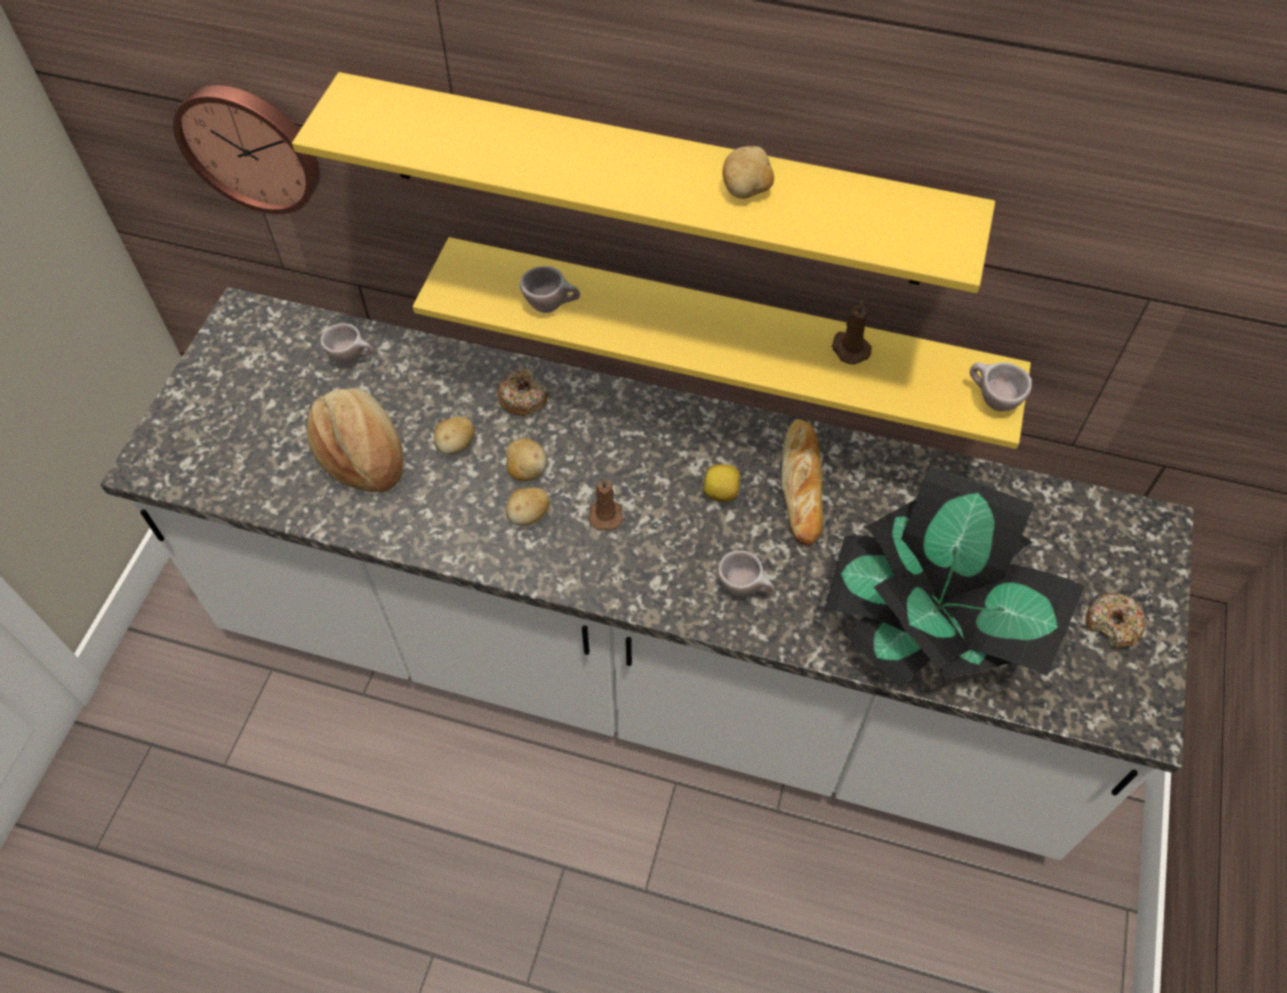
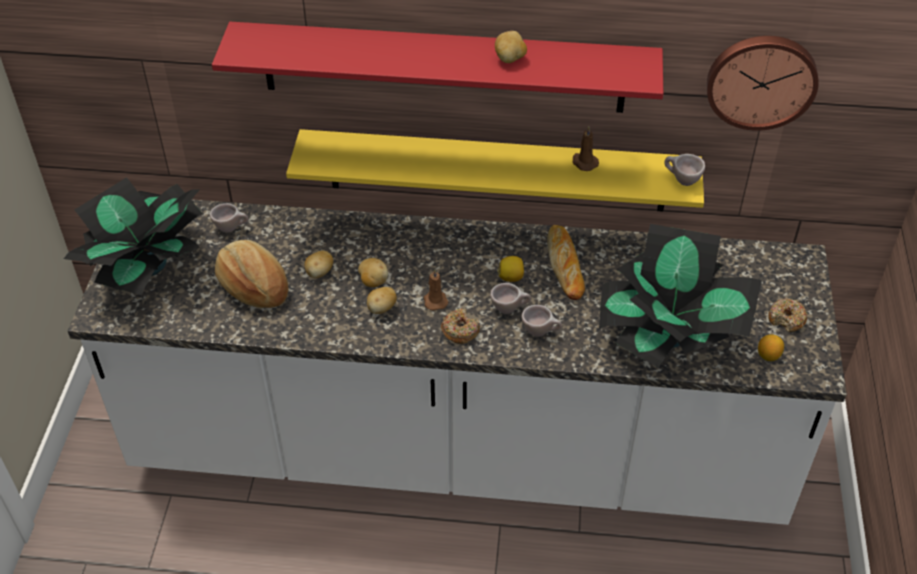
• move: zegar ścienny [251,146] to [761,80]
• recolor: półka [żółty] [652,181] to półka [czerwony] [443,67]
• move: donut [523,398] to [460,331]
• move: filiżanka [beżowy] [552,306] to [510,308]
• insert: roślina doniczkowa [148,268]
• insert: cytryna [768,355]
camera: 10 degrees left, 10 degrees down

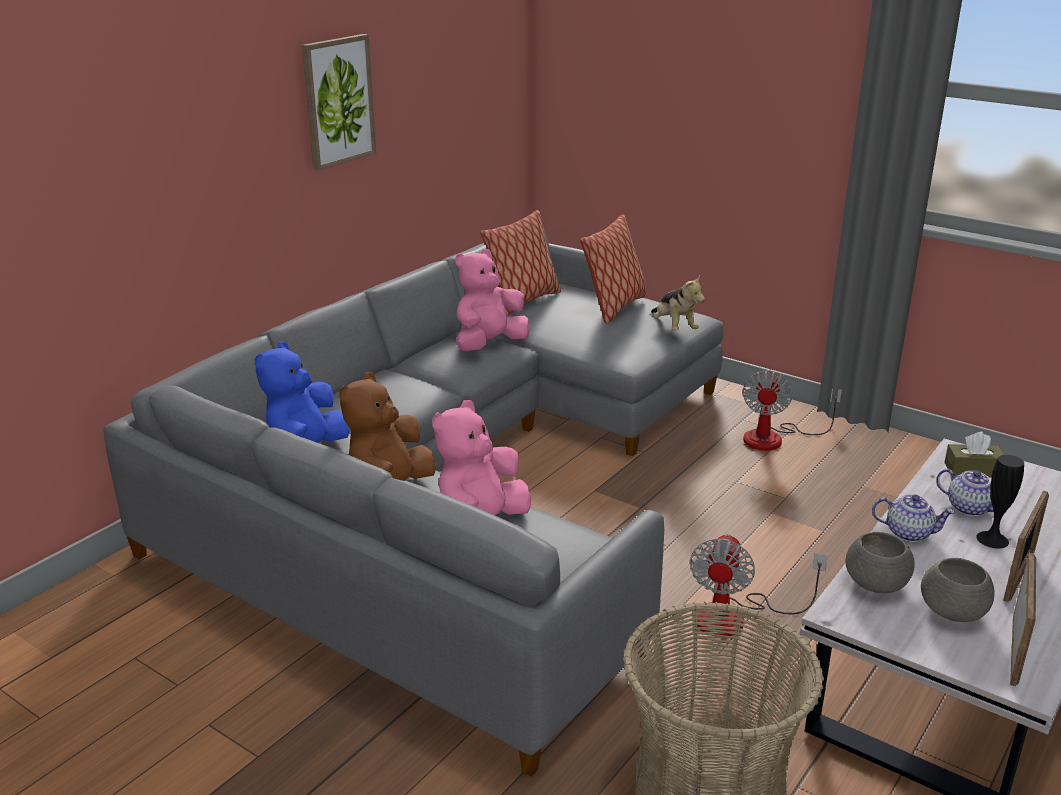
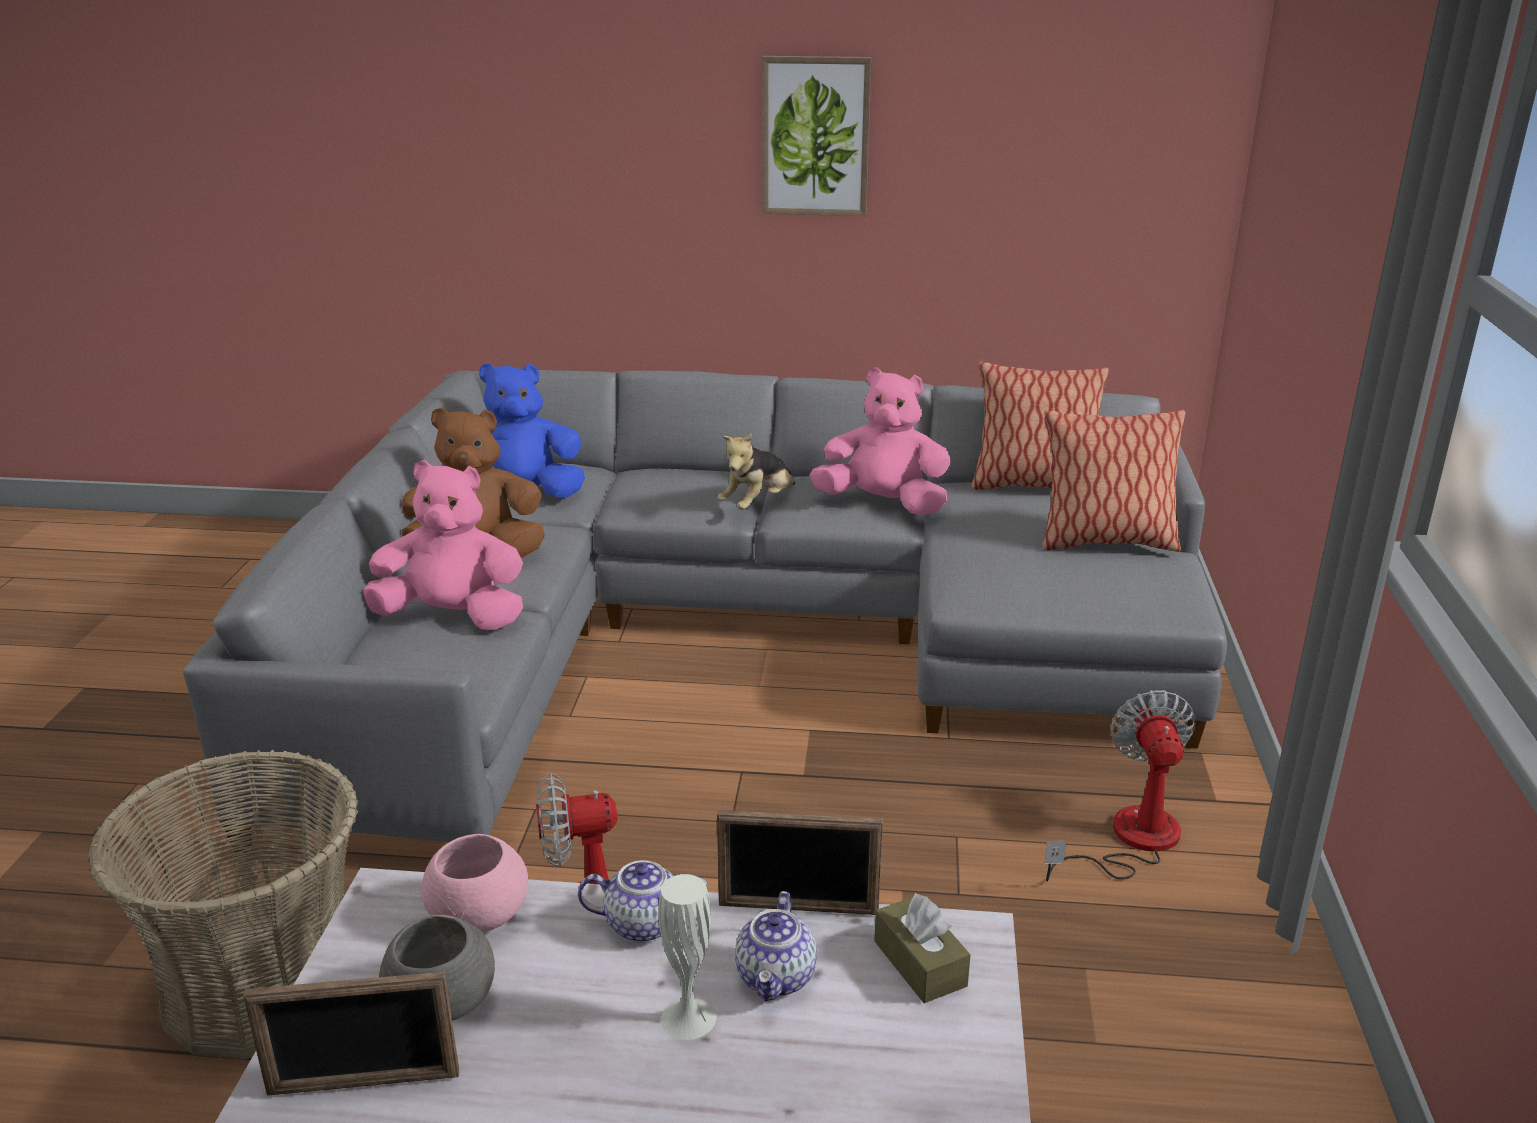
• move: pluszak [674,327] to [758,504]
• rotate: wentylator [775,438] = [1129,840] 105 degrees clockwise
• recolor: miska [szary] [876,584] to miska [różowy] [476,915]
• rotate: imbryk [909,533] = [645,923] 75 degrees counterclockwise
• recolor: wazon [czarny] [992,539] to wazon [biały] [688,1018]
• move: ramka na zdjęcie [1019,575] to [798,909]
camera: 60 degrees right, 0 degrees up

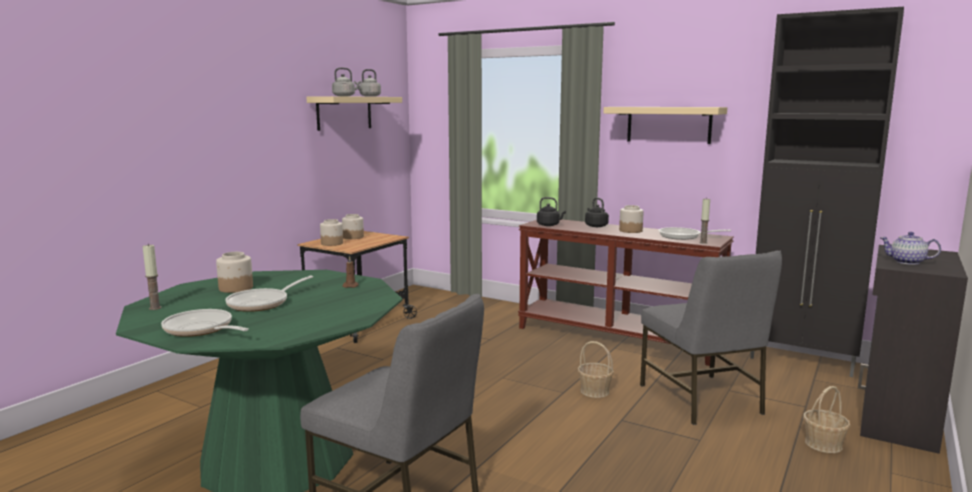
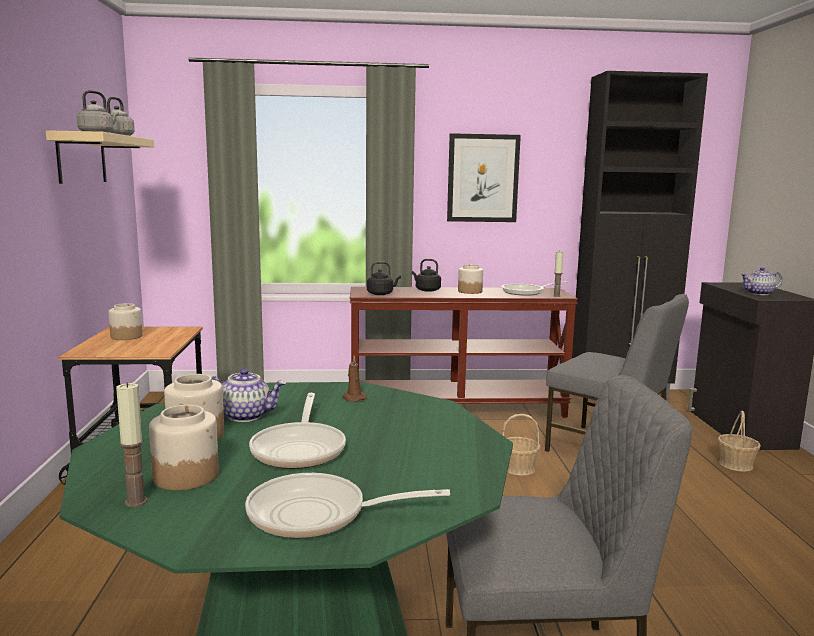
• move: słoik [332,243] to [186,476]
• replace: półka [beżowy] [668,124] to obraz [482,178]
• insert: imbryk [246,415]
camera: 35 degrees left, 0 degrees up

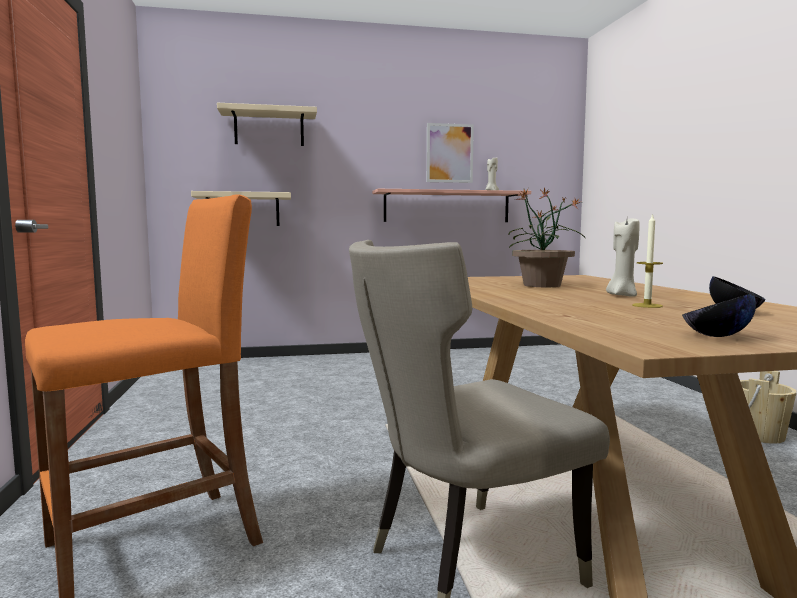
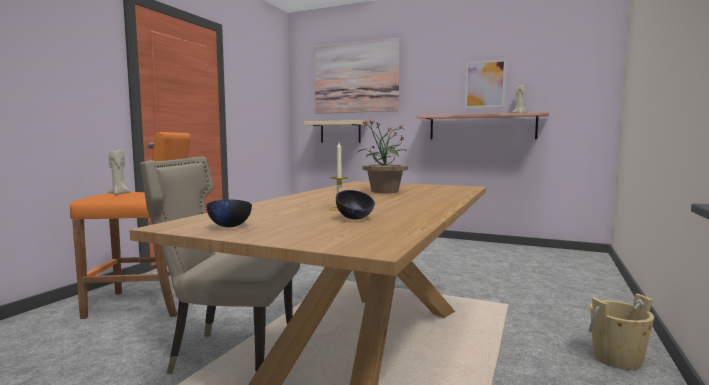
• replace: półka [beżowy] [269,128] to obraz [356,78]
• move: świeca [beżowy] [622,295] to [119,194]
camera: 35 degrees right, 0 degrees up

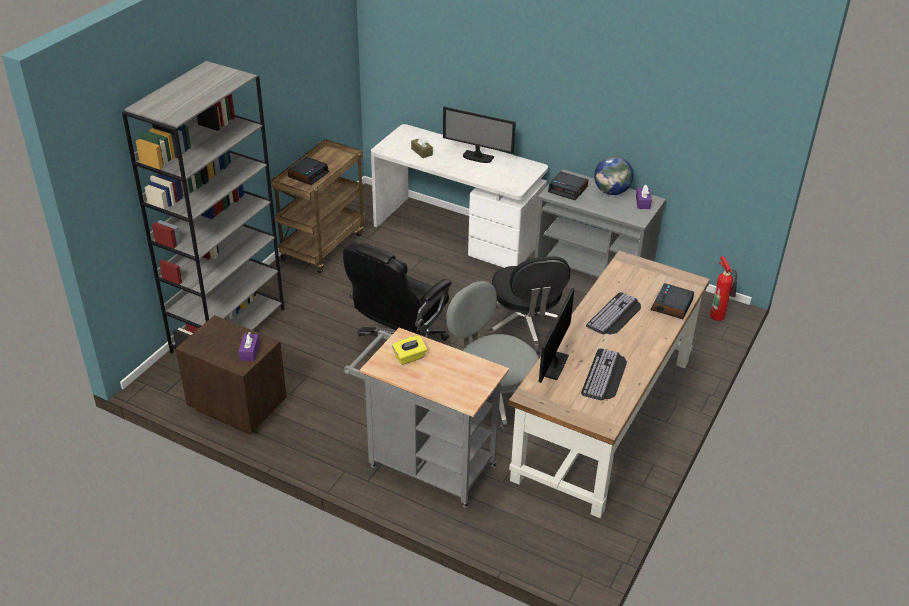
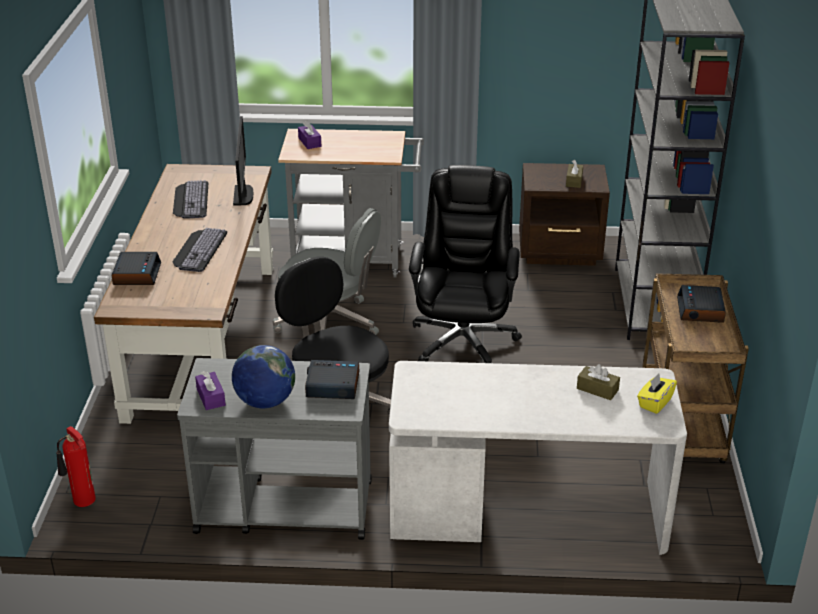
• move: pudełko chusteczek [fioletowy] [249,351] to [309,142]
• move: pudełko chusteczek [żółty] [409,357] to [654,403]
• delete: monitor [477,157]
• insert: pudełko chusteczek [brązowy] [574,181]
camera: 155 degrees right, 5 degrees down

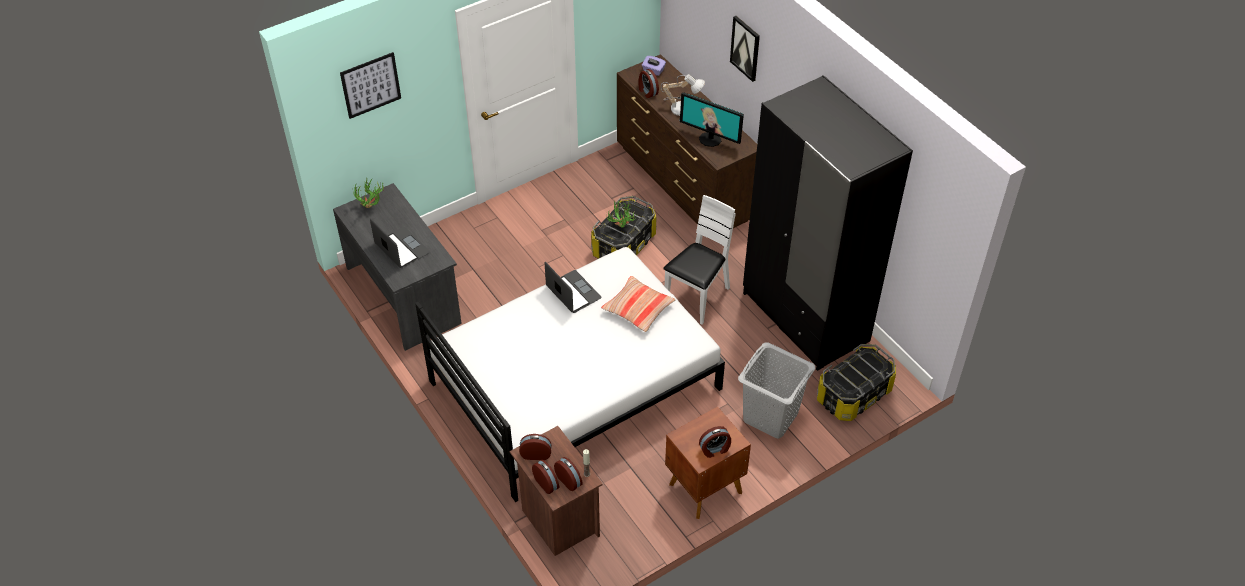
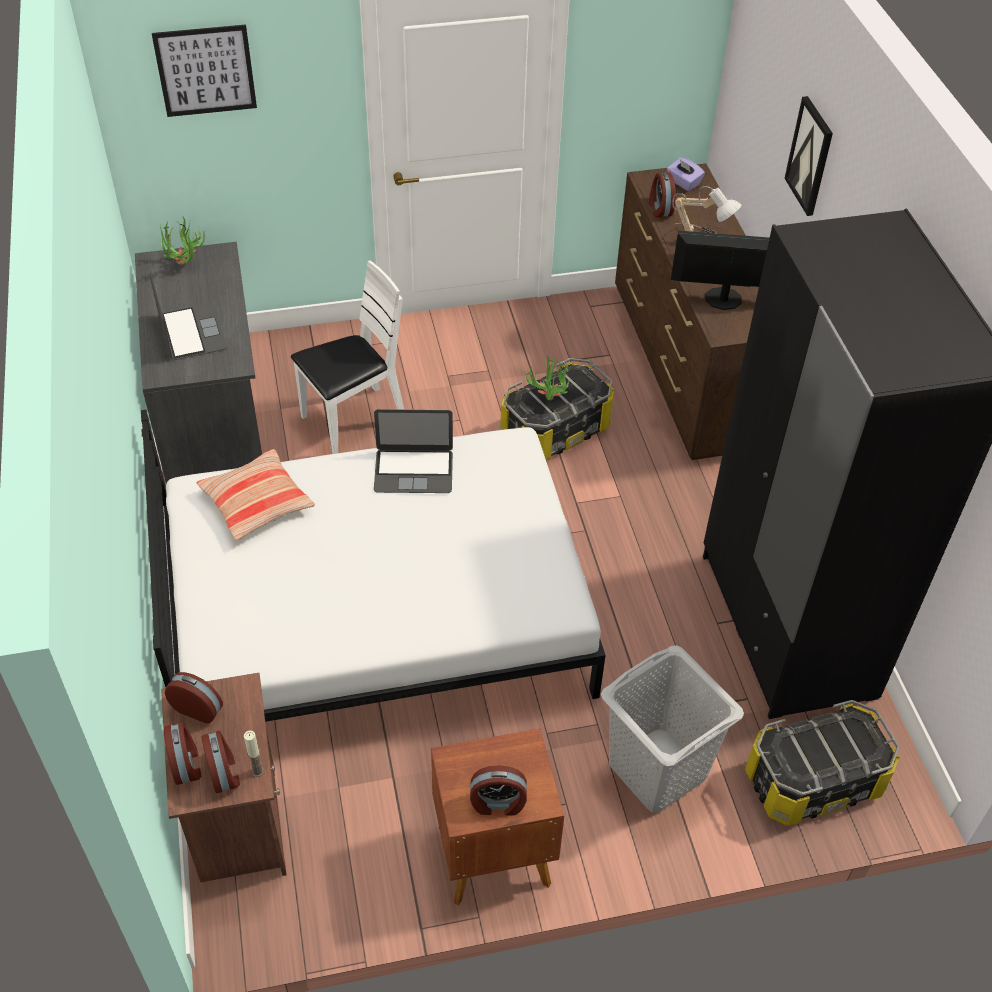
• rotate: laptop [573,292] = [413,471] 105 degrees clockwise
• move: poduszka [638,309] to [257,502]
• move: krzesło [biały] [697,297] to [353,421]
• rotate: monitor [710,139] = [723,299] 135 degrees clockwise
camera: 20 degrees right, 0 degrees up

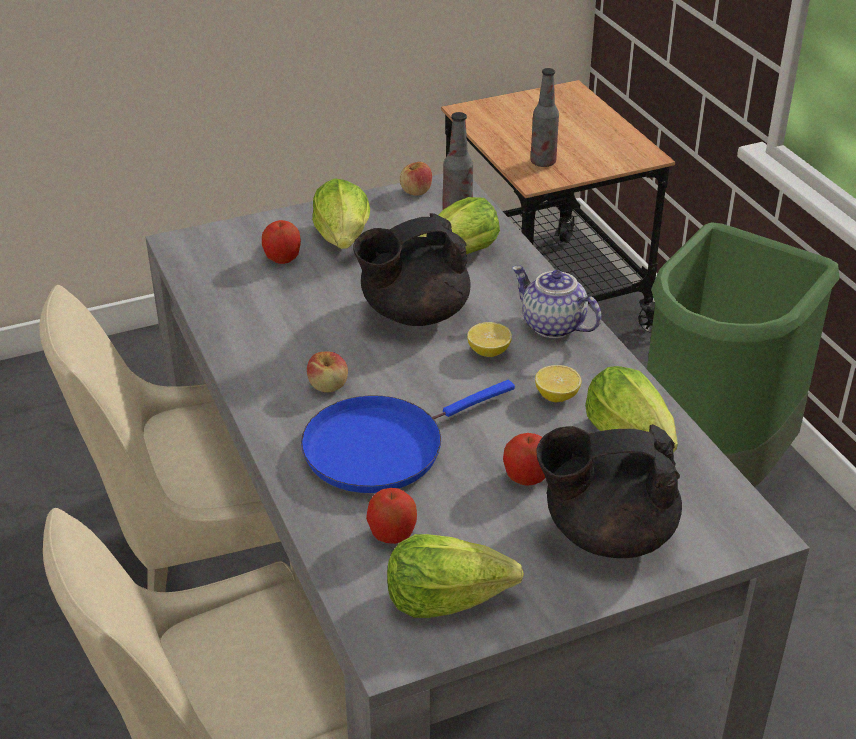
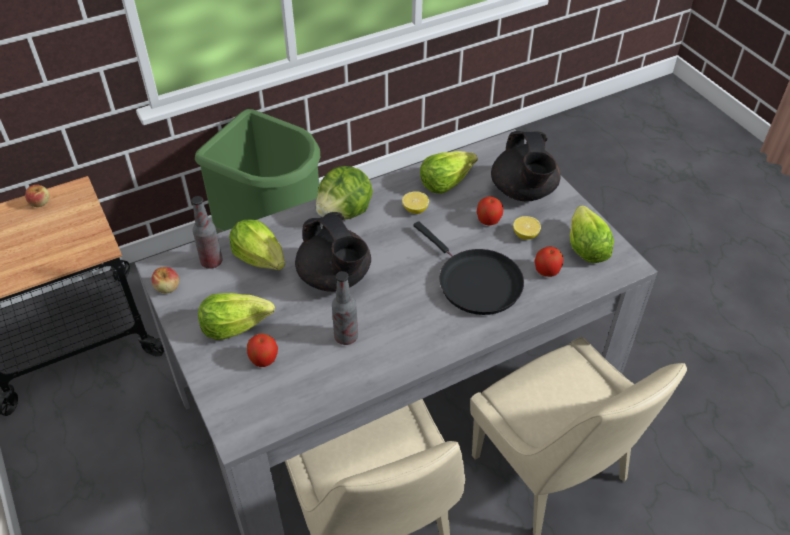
• recolor: patelnia [niebieski] [381,447] to patelnia [czarny] [475,282]
• move: jabłko [328,386] to [40,202]
• move: cytryna [489,352] to [525,235]
• replace: imbryk [551,326] to sałata [345,212]
• move: butelka [543,162] to [346,337]
camera: 95 degrees left, 10 degrees up

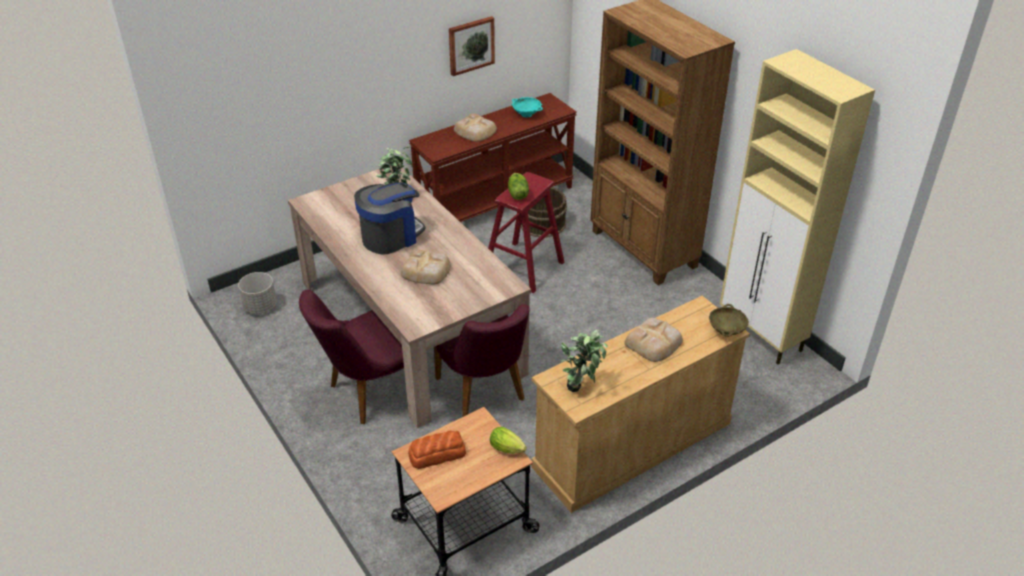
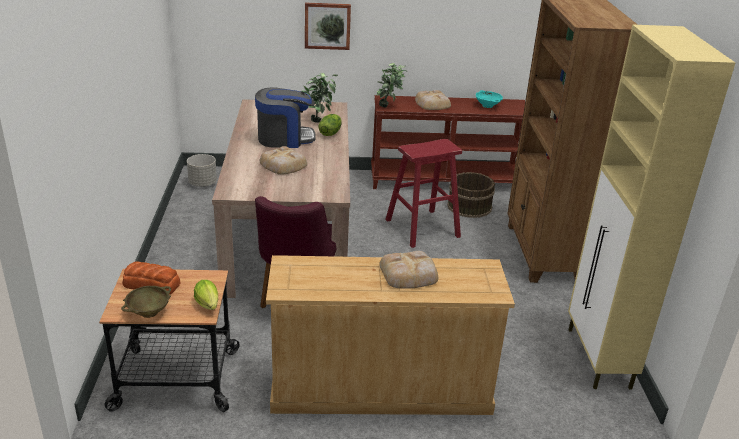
• delete: krzesło [fioletowy] [367,394]
• move: obraz [471,45] to [327,25]
• move: sałata [517,194] to [330,133]
• move: roślina doniczkowa [581,386] to [389,107]
• move: miska [beżowy] [726,331] to [148,312]
camera: 30 degrees right, 10 degrees down

